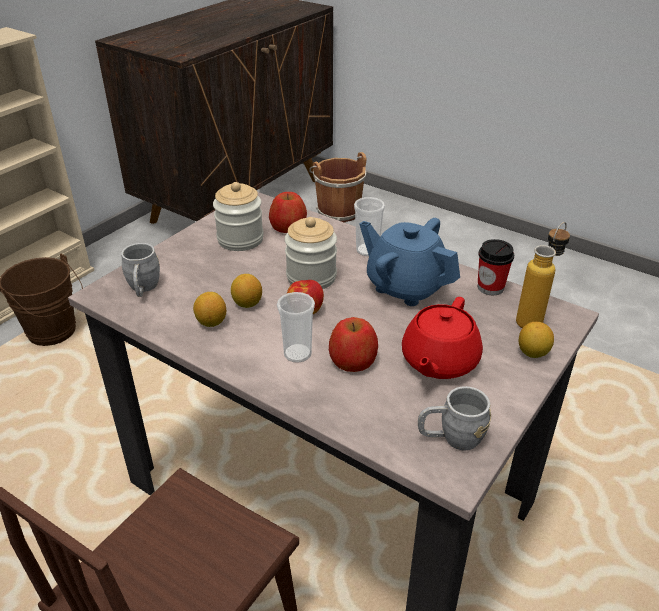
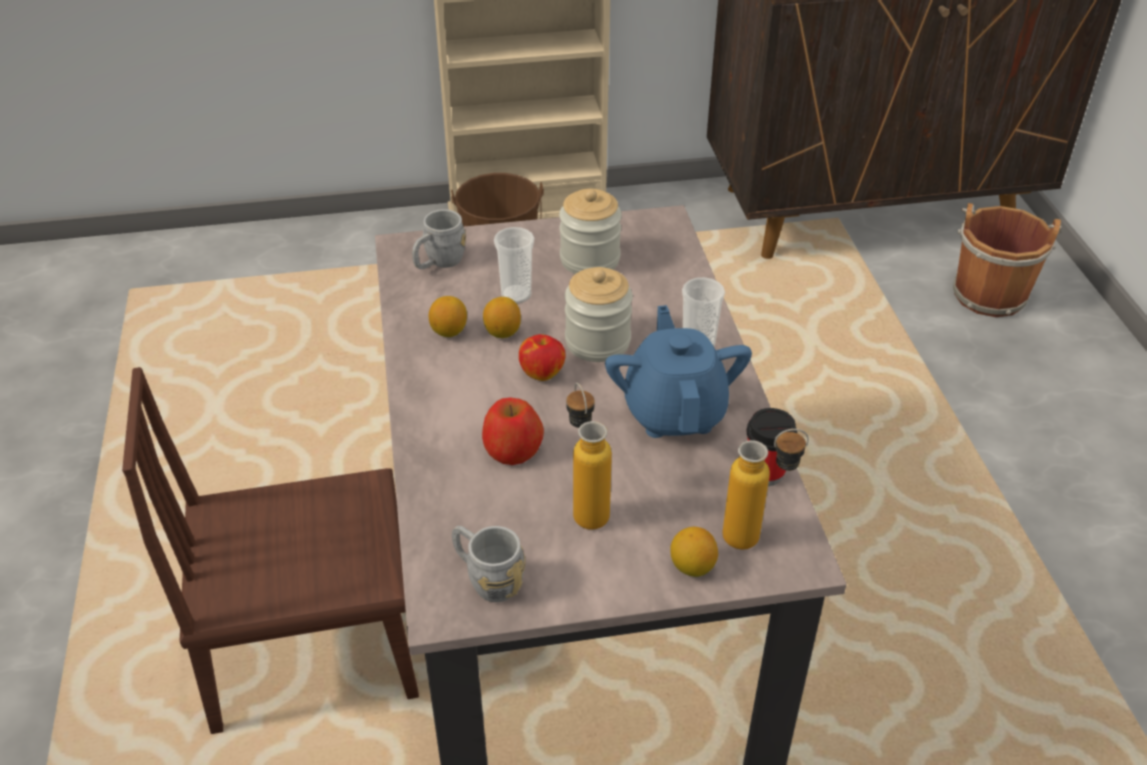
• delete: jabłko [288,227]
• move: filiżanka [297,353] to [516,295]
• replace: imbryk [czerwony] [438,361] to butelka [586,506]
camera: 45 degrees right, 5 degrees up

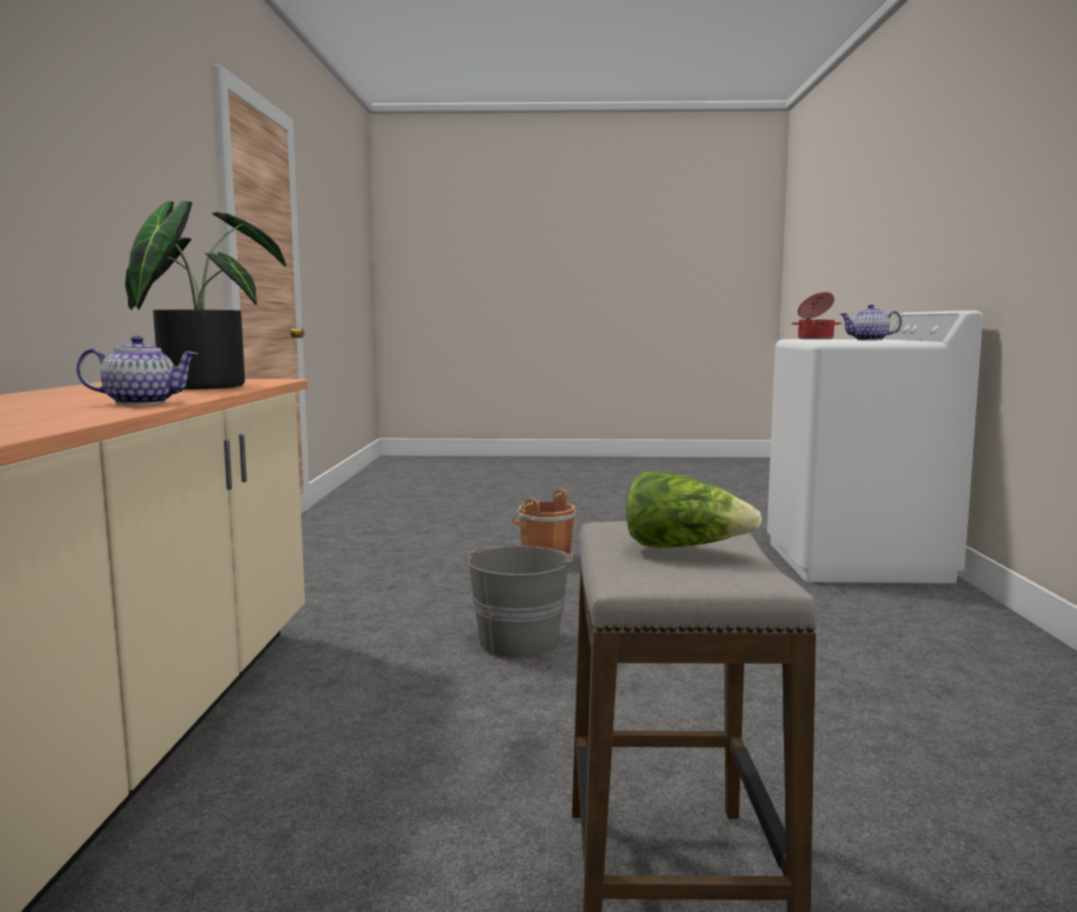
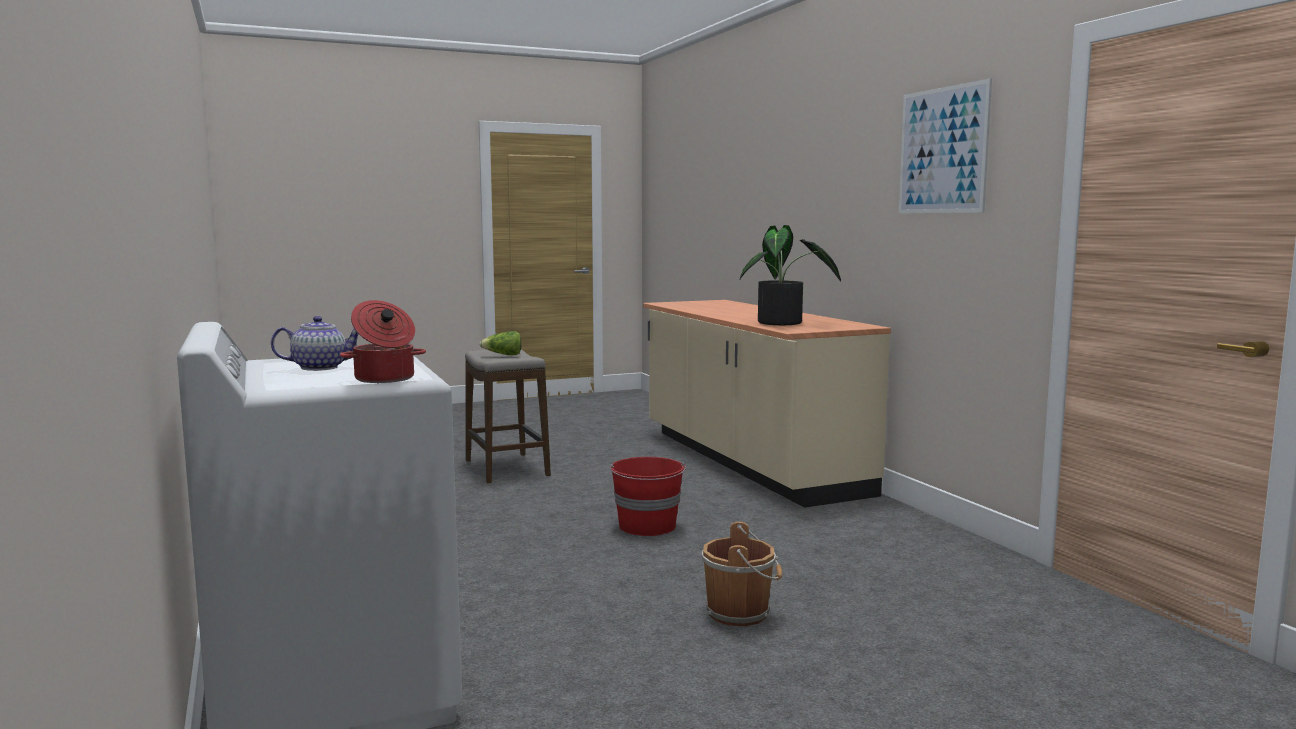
• delete: imbryk [142,403]
• recolor: wiadro [szary] [519,642] to wiadro [czerwony] [647,526]
• insert: obraz [943,150]
camera: 155 degrees right, 0 degrees up

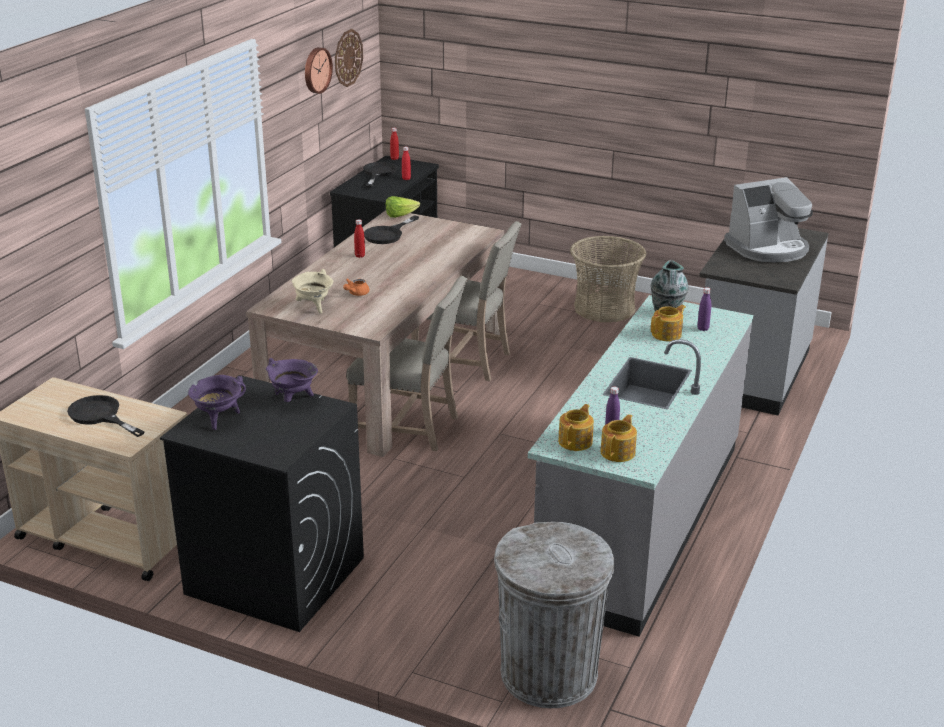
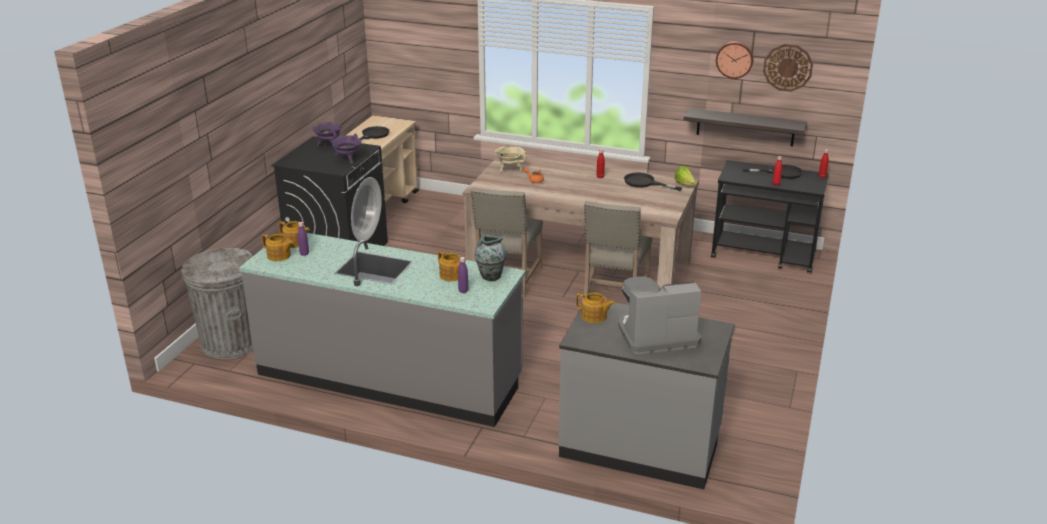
• delete: koszyk [604,308]
• rotate: ekspres do kawy [768,248] = [656,335] 105 degrees clockwise
• insert: imbryk [594,317]
• insert: półka [745,127]
camera: 85 degrees right, 0 degrees up

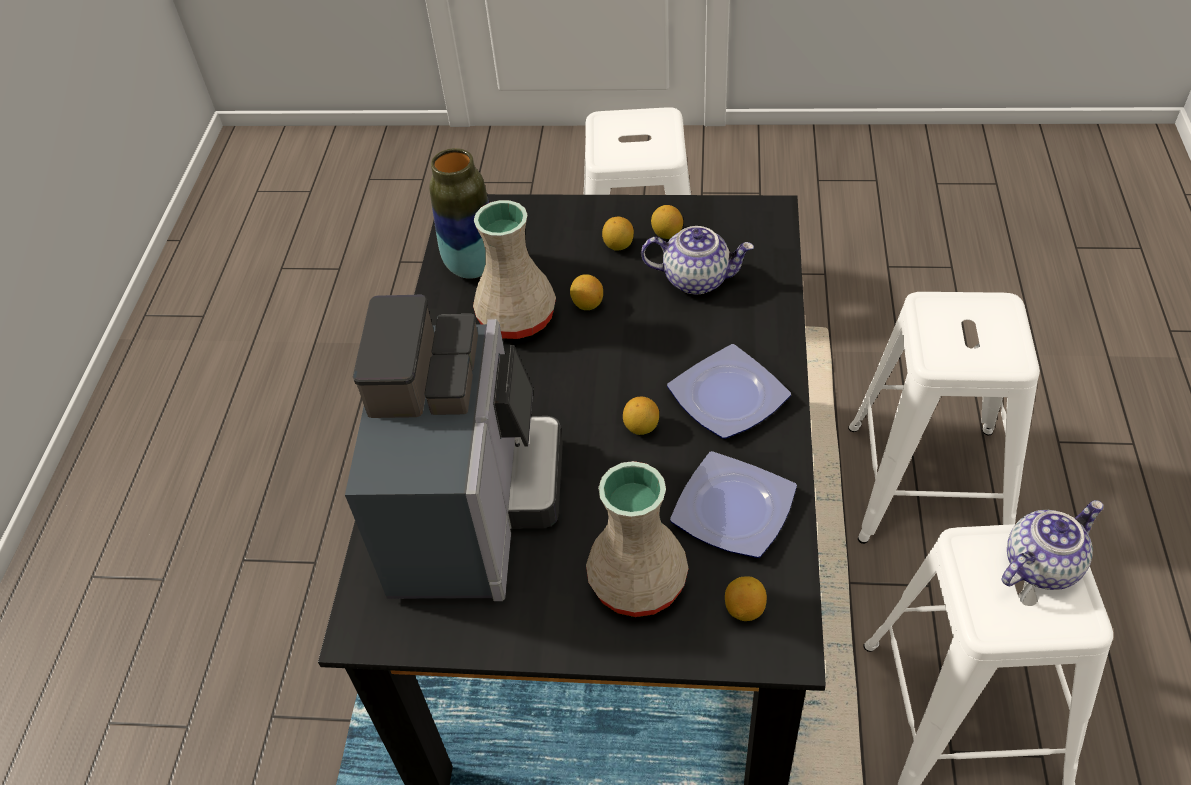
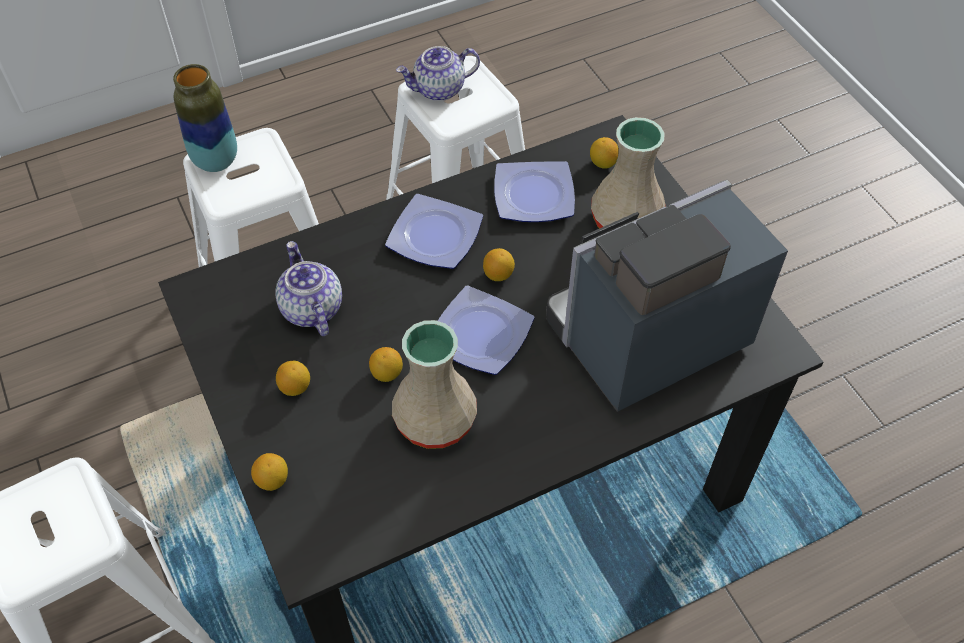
• move: wazon [472,266] to [216,161]
• move: cytryna [667,234] to [273,480]
• rotate: imbryk [1041,564] = [439,90] 45 degrees counterclockwise
• insert: talerz [478,335]
camera: 125 degrees left, 5 degrees up

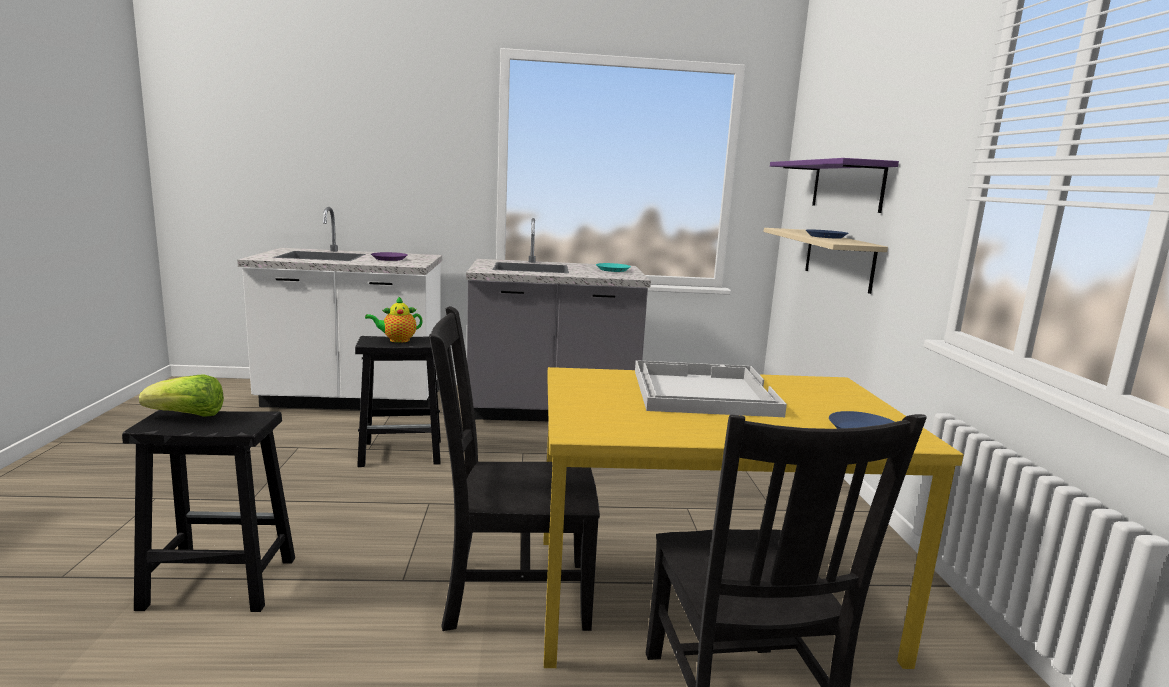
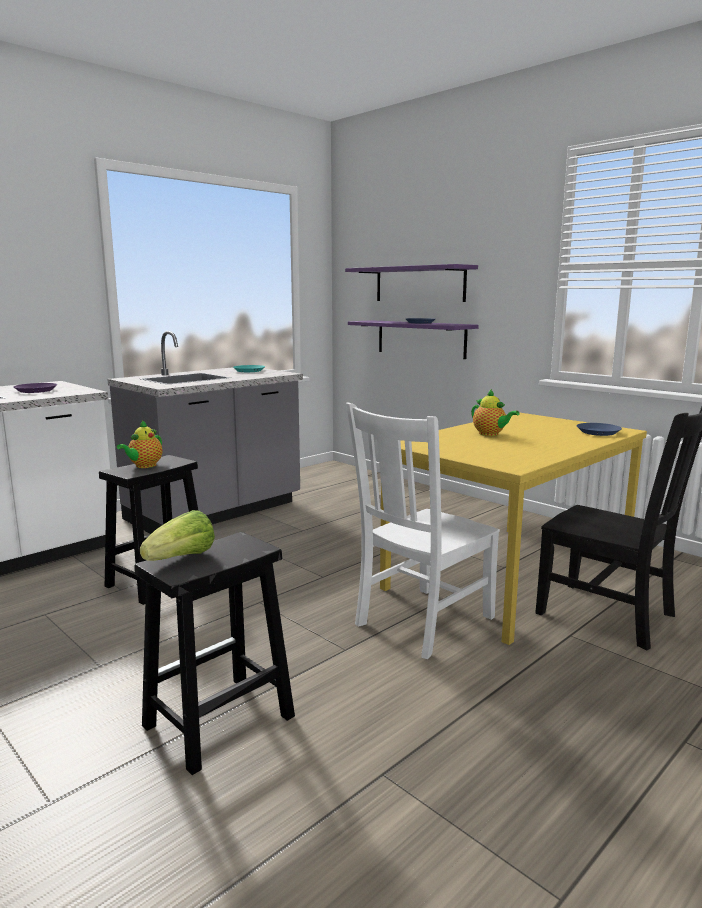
• recolor: krzesło [czarny] [511,593] to krzesło [biały] [421,622]
• replace: taca [biały] [701,391] to imbryk [490,434]
• recolor: półka [beżowy] [838,259] to półka [fioletowy] [420,338]
camera: 40 degrees left, 0 degrees up

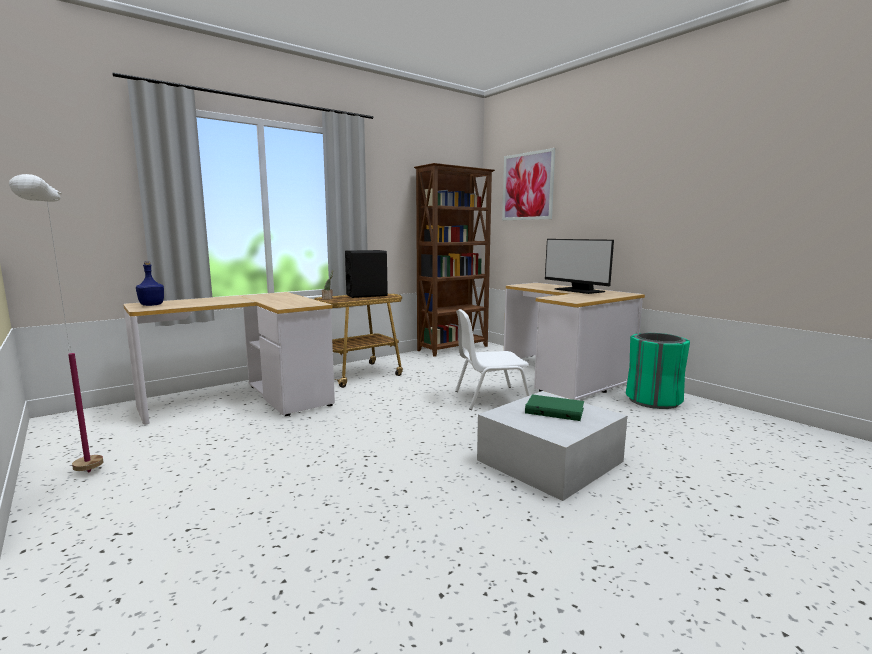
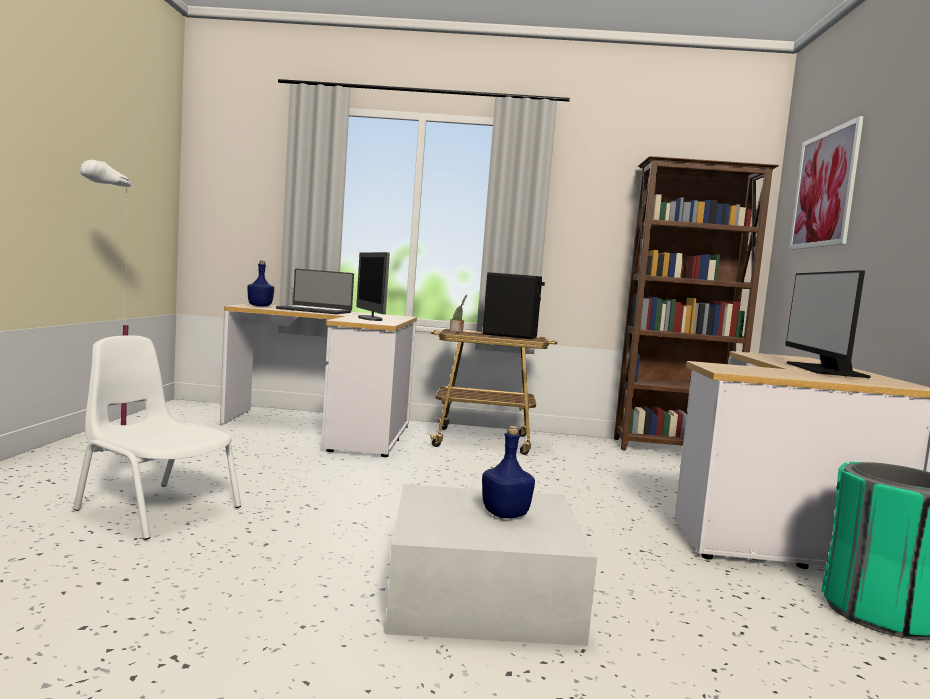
• move: krzesło [biały] [490,398] to [156,508]
• replace: książka [zielony] [555,410] to butelka [niebieski] [506,514]
• insert: laptop [315,310]
• insert: monitor [370,318]
camera: 40 degrees right, 5 degrees down

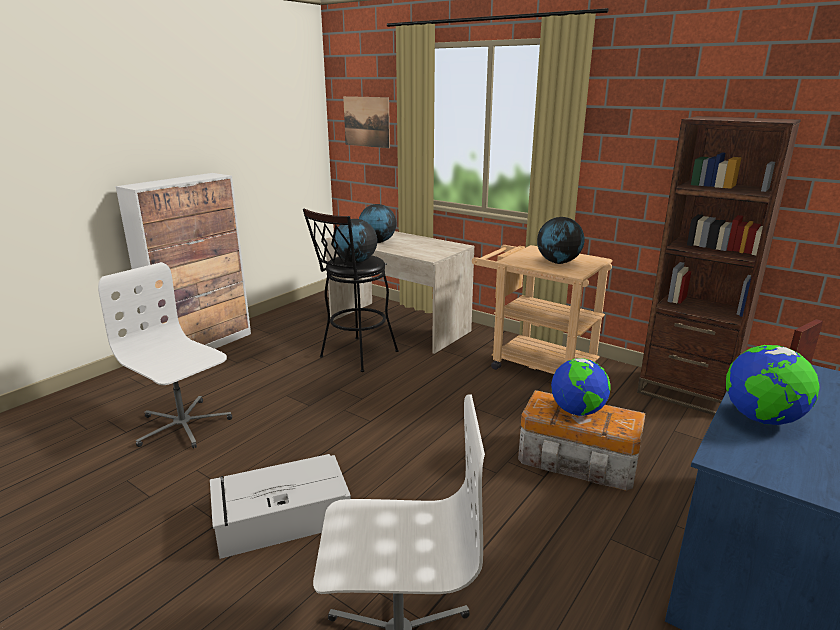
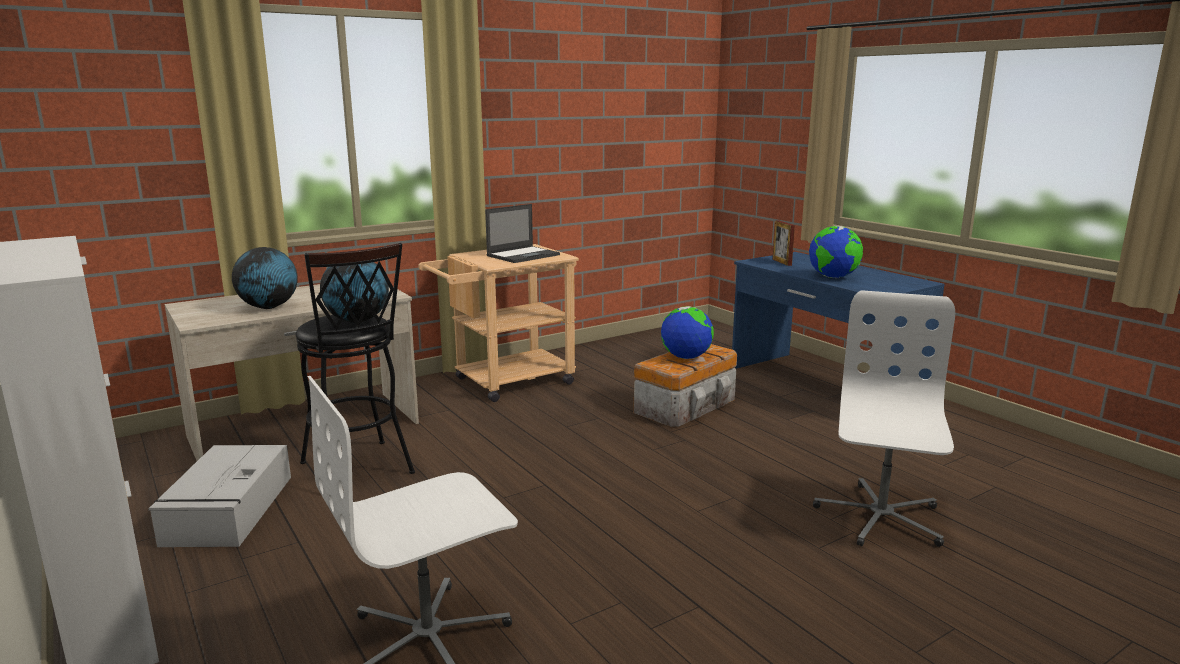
• move: pojemnik do przechowywania [szary] [280,517] to [228,510]
• delete: obraz [366,121]
• replace: globus [558,262] to laptop [523,255]
• delete: regał [brązowy] [686,393]
camera: 70 degrees left, 5 degrees down

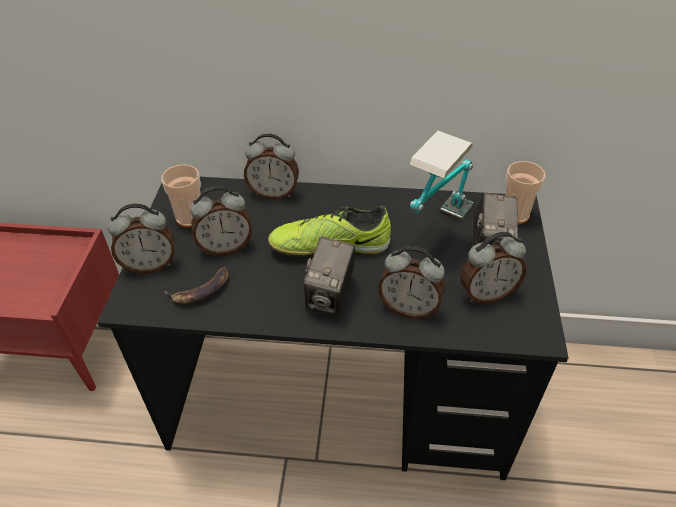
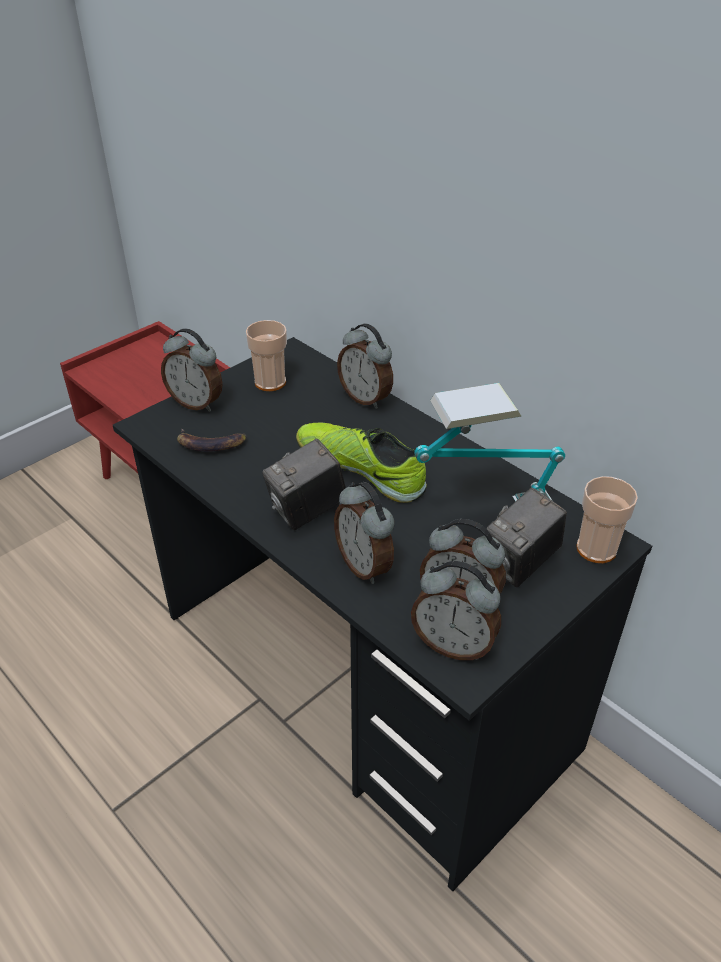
• move: budzik [225,247] to [453,644]
camera: 40 degrees right, 5 degrees down

